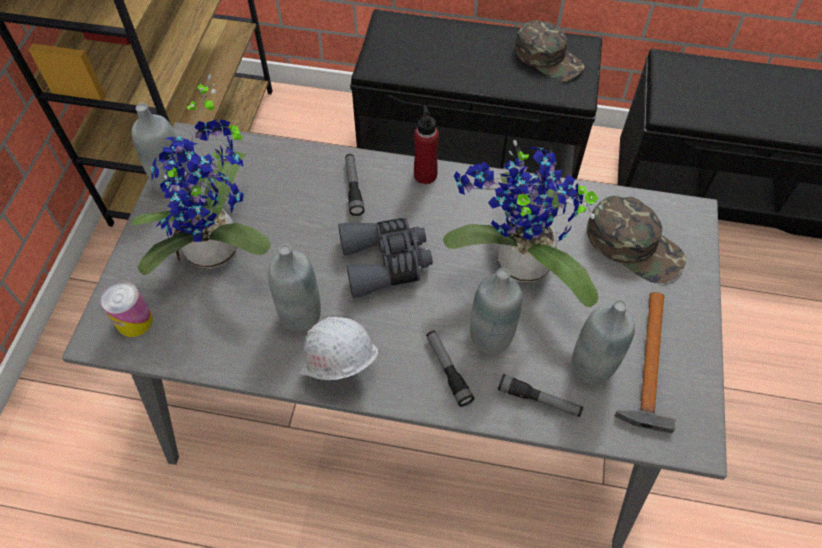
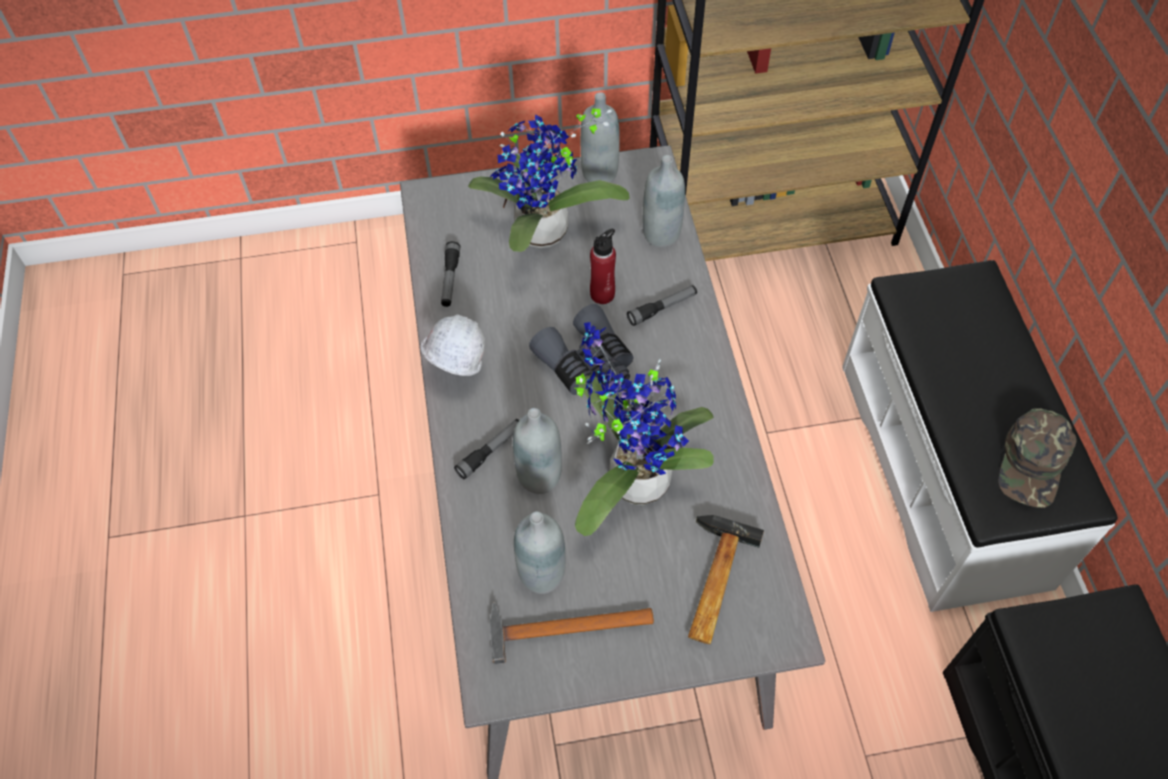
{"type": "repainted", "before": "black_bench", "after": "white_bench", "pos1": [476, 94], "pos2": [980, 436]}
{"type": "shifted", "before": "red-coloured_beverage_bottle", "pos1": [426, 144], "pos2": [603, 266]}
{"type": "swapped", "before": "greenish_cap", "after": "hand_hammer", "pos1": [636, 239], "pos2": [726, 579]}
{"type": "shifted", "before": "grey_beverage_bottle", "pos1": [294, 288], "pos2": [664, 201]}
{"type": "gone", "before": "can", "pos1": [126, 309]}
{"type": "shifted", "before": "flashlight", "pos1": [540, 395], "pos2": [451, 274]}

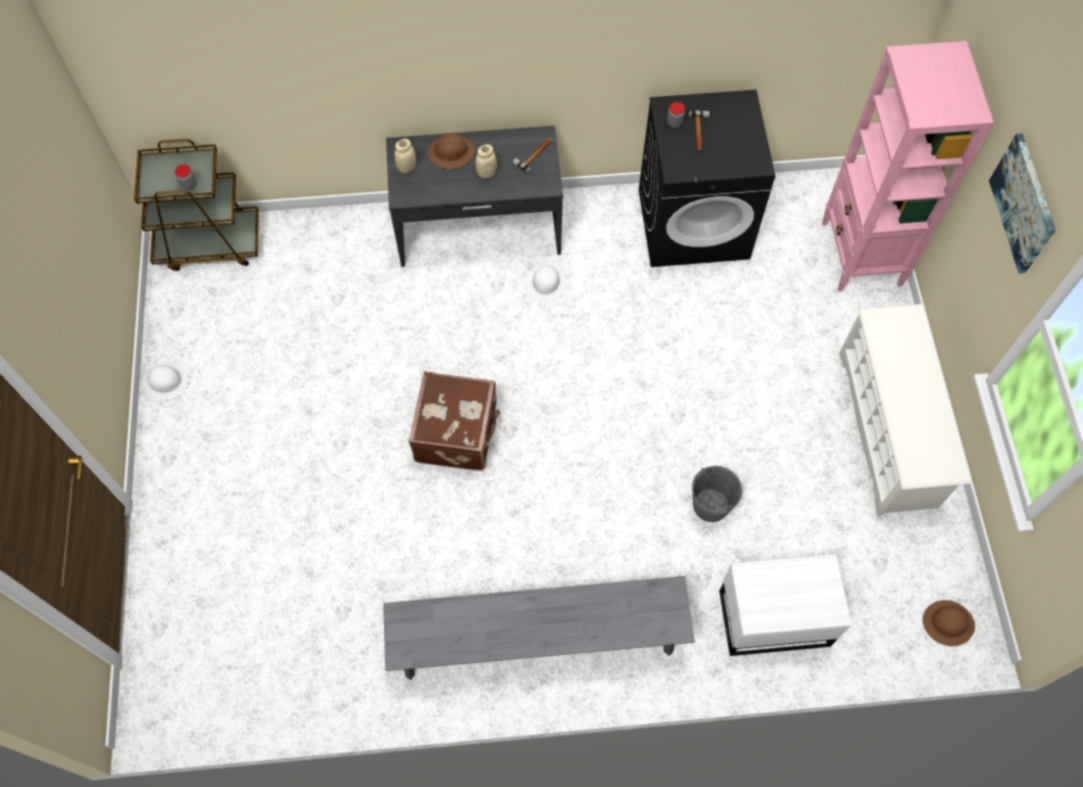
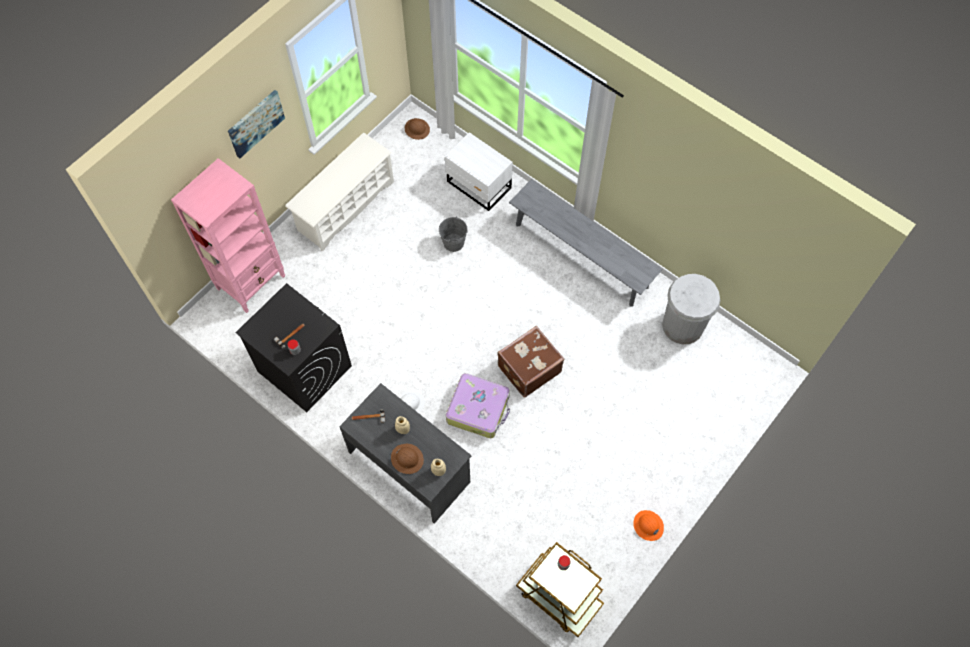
{"type": "repainted", "before": "white_work_helmet", "after": "orangey_work_helmet", "pos1": [165, 381], "pos2": [648, 525]}
{"type": "new", "after": "white_waste_bin", "pos2": [691, 309]}
{"type": "new", "after": "suitcase", "pos2": [478, 405]}

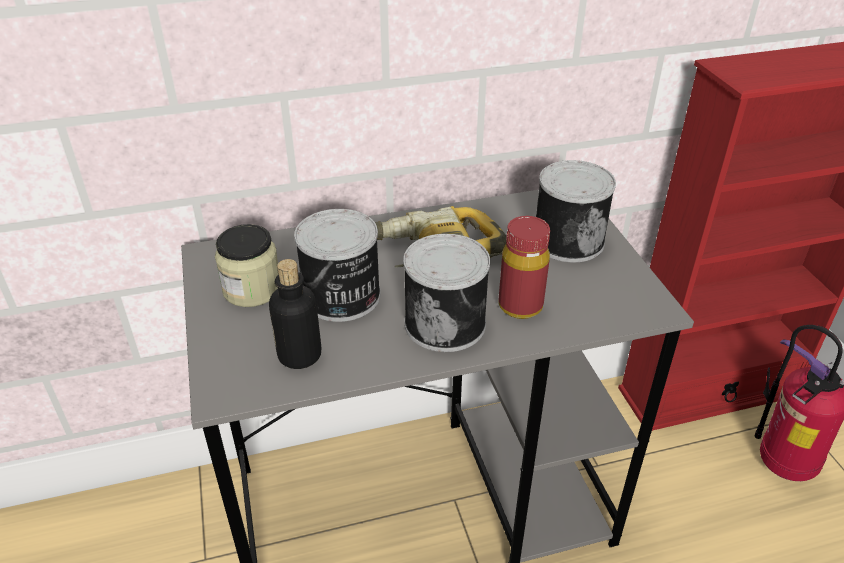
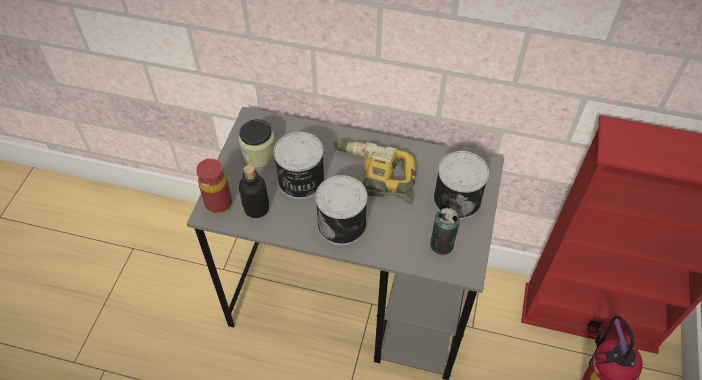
{"type": "shifted", "before": "red-coloured_beverage_bottle", "pos1": [524, 267], "pos2": [214, 186]}
{"type": "new", "after": "can", "pos2": [445, 231]}

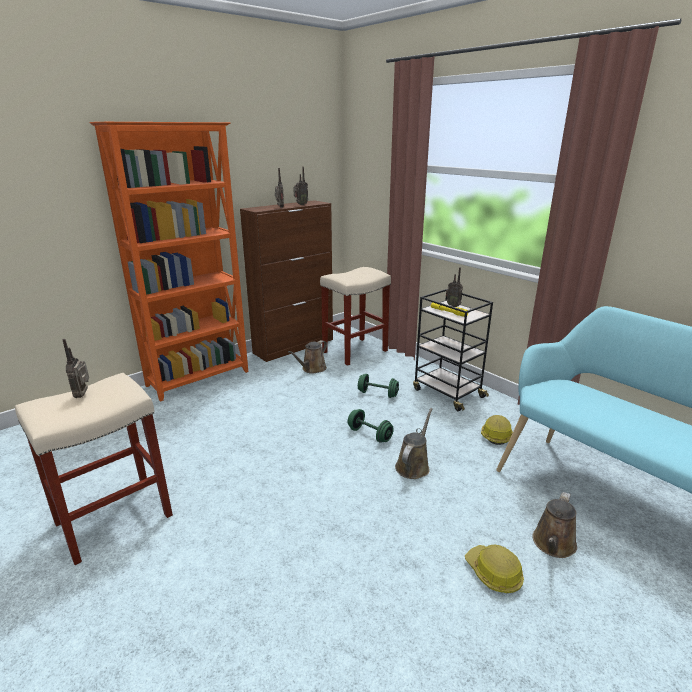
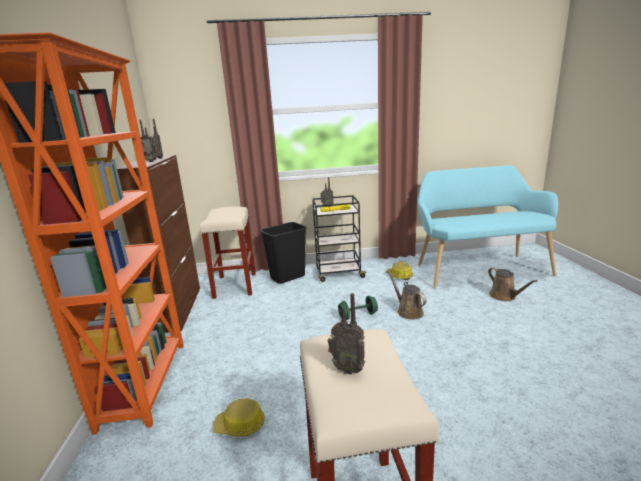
{"type": "gone", "before": "brownish_sprinkling_can", "pos1": [307, 357]}
{"type": "gone", "before": "greenish_free_weight", "pos1": [378, 386]}
{"type": "shifted", "before": "work_helmet", "pos1": [494, 569], "pos2": [239, 417]}
{"type": "new", "after": "black_waste_bin", "pos2": [283, 253]}

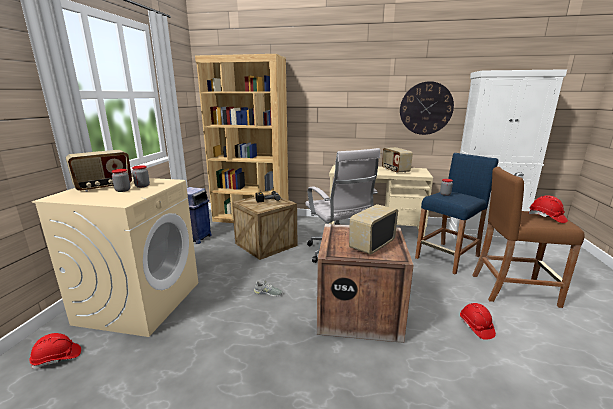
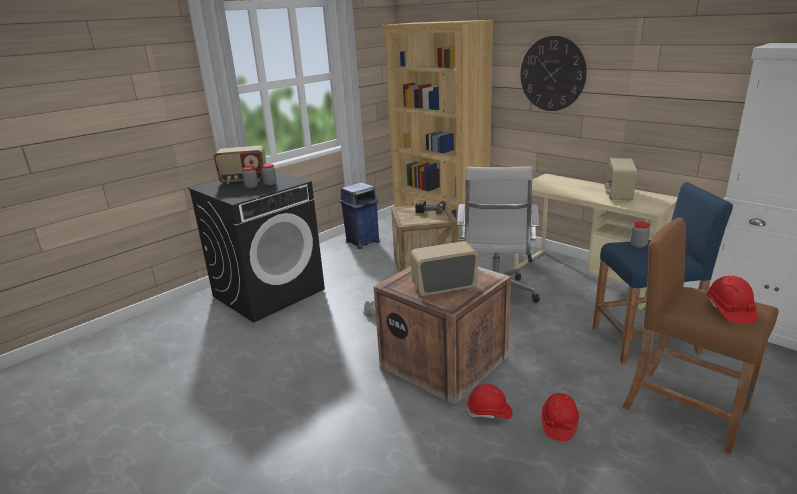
{"type": "shifted", "before": "wall_clock", "pos1": [427, 108], "pos2": [553, 73]}
{"type": "repainted", "before": "sand-coloured_laundry_machine", "after": "black_laundry_machine", "pos1": [115, 257], "pos2": [256, 247]}
{"type": "shifted", "before": "red-coloured_work_helmet", "pos1": [55, 351], "pos2": [489, 401]}

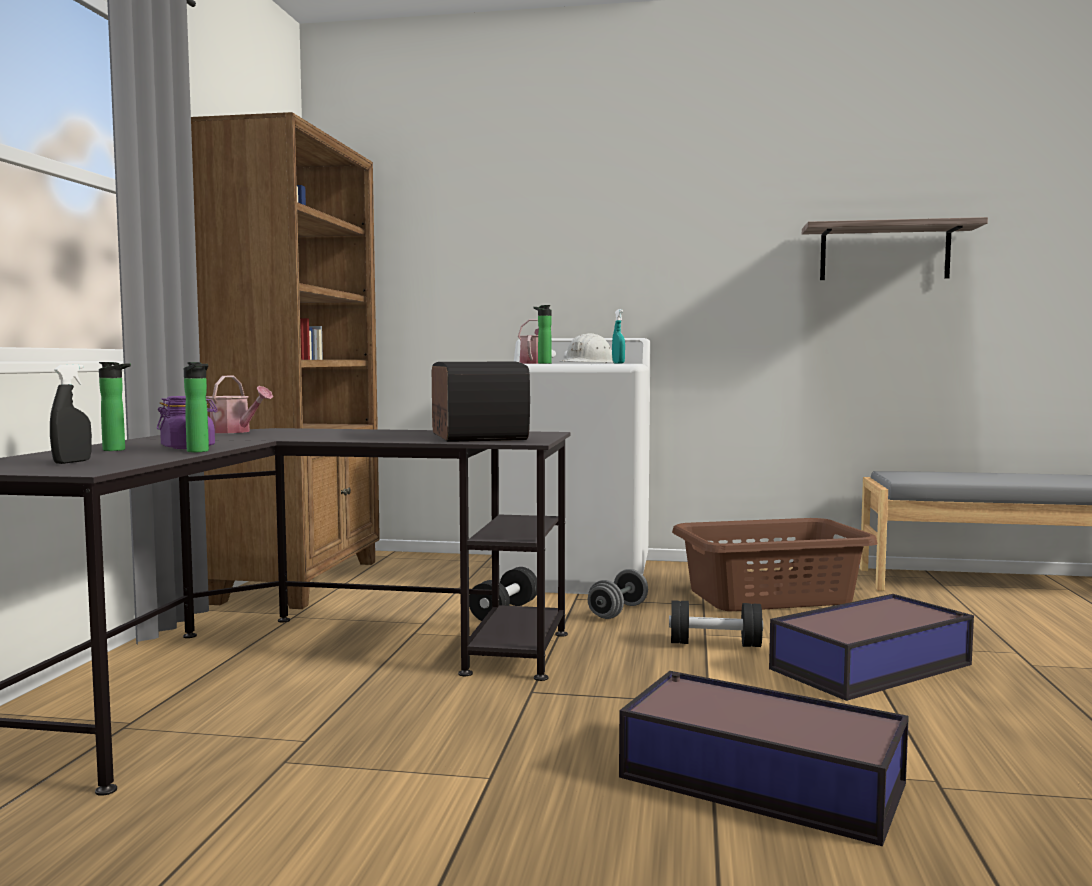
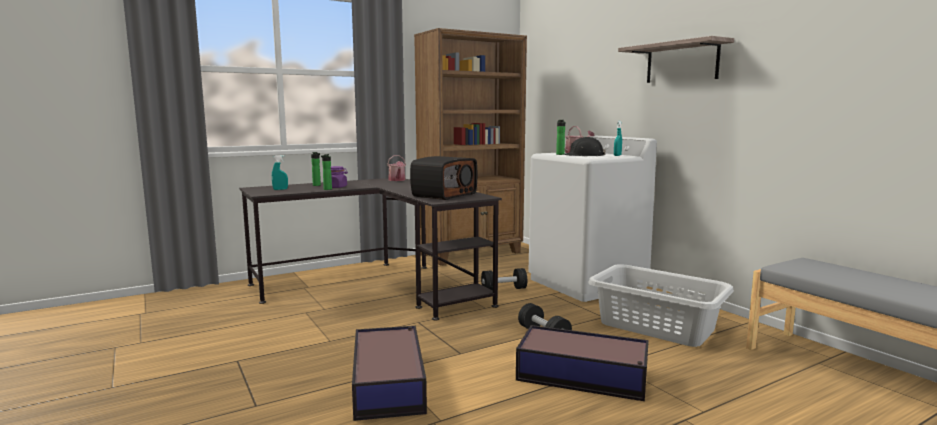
{"type": "shifted", "before": "bracket_shelf", "pos1": [895, 248], "pos2": [676, 59]}
{"type": "repainted", "before": "white_work_helmet", "after": "black_work_helmet", "pos1": [587, 348], "pos2": [585, 146]}
{"type": "repainted", "before": "black_hand_sprayer", "after": "blue-green_hand_sprayer", "pos1": [71, 414], "pos2": [280, 172]}
{"type": "repainted", "before": "brownish_washing_basket", "after": "grey_washing_basket", "pos1": [774, 564], "pos2": [661, 305]}
{"type": "gone", "before": "grey_free_weight", "pos1": [618, 594]}

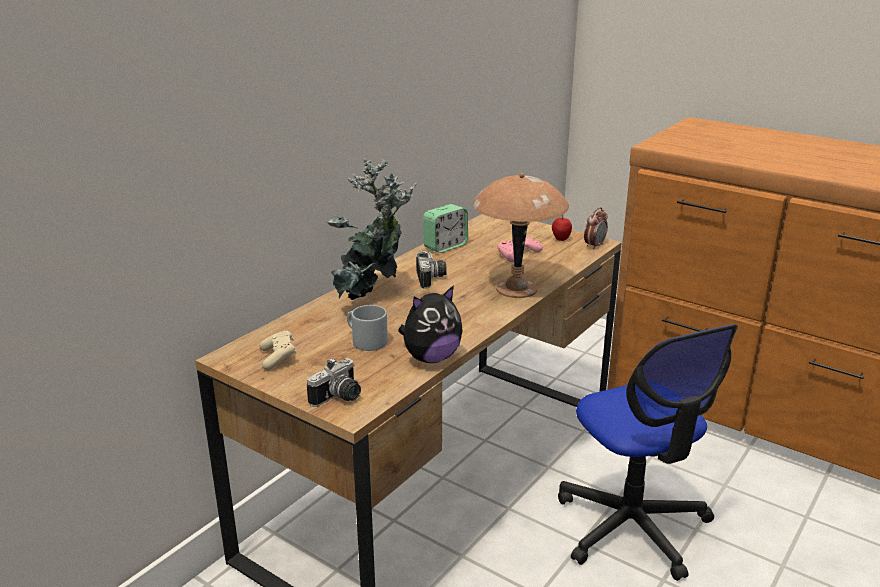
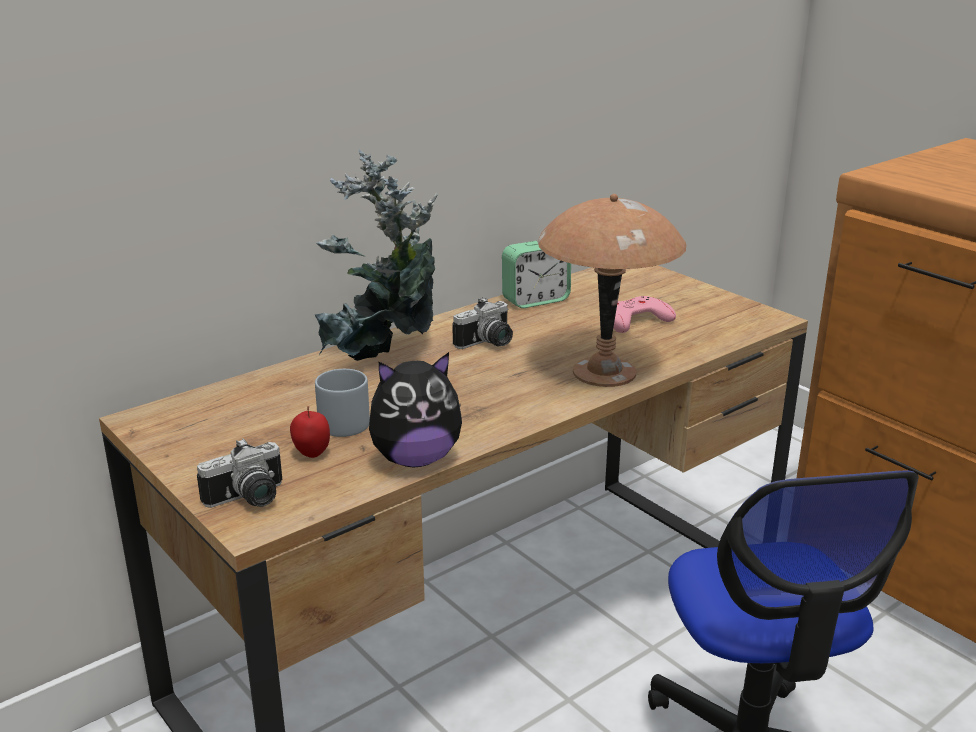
{"type": "gone", "before": "alarm_clock", "pos1": [596, 229]}
{"type": "shifted", "before": "whole_apple", "pos1": [562, 228], "pos2": [310, 432]}
{"type": "rotated", "before": "still_camera", "pos1": [431, 270], "pos2": [482, 323], "turn": 45}
{"type": "gone", "before": "sand-coloured_game_controller", "pos1": [278, 350]}

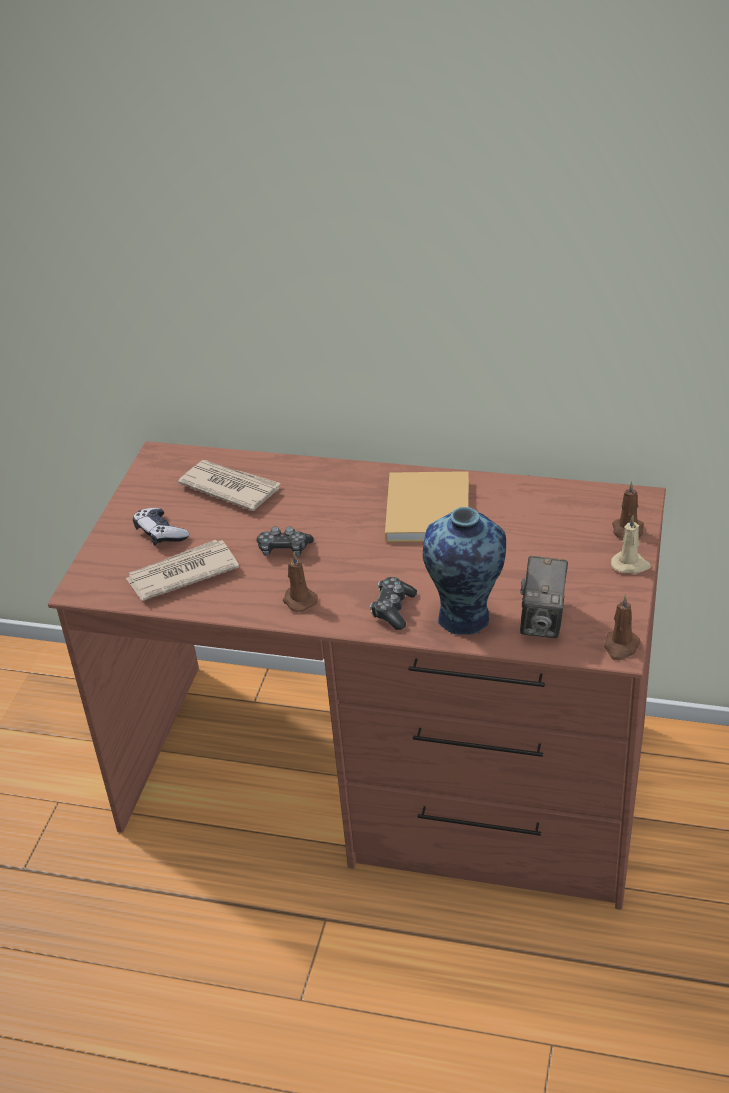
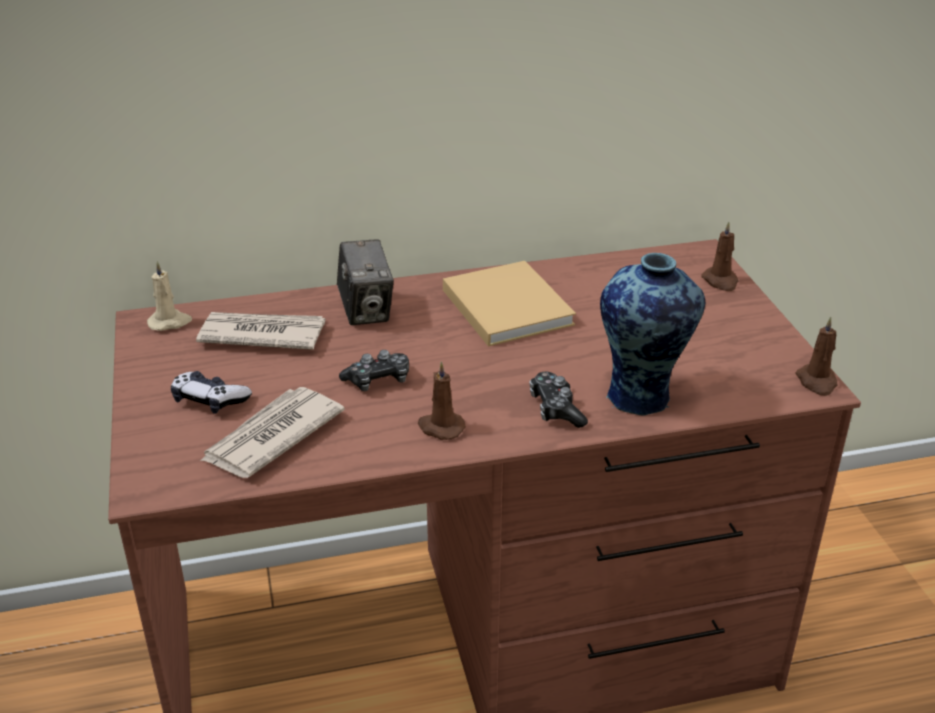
{"type": "shifted", "before": "sand-coloured_candle", "pos1": [631, 544], "pos2": [169, 296]}
{"type": "shifted", "before": "still_camera", "pos1": [544, 597], "pos2": [365, 282]}

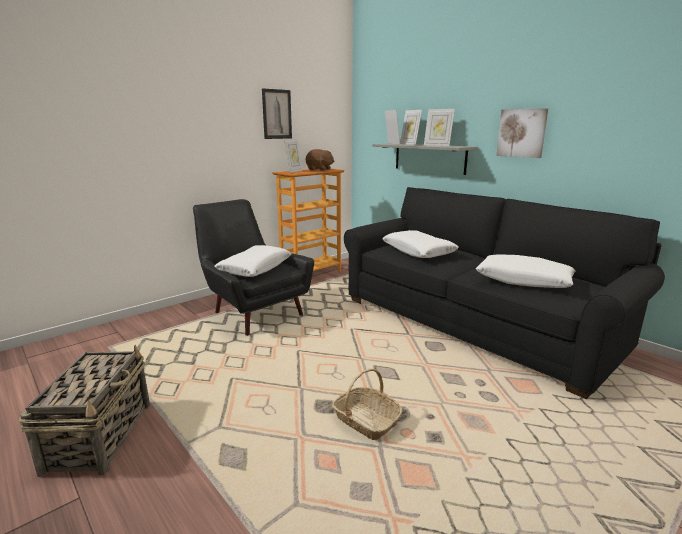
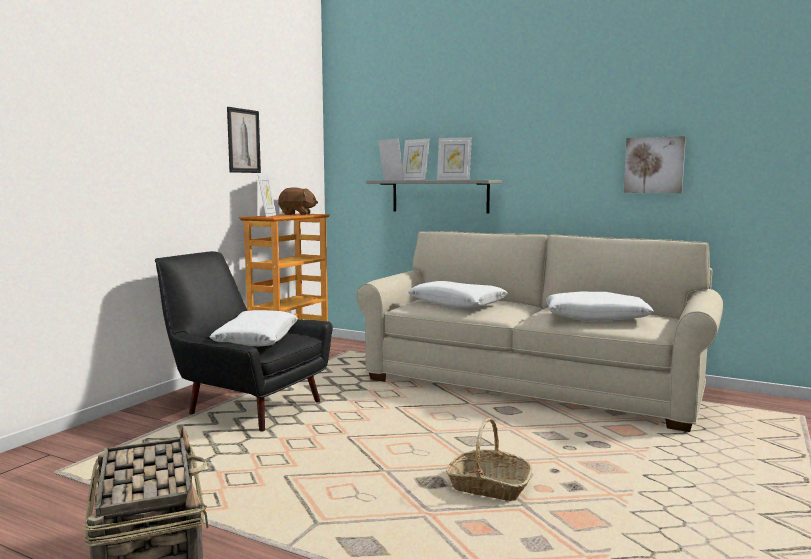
{"type": "shifted", "before": "wall_art", "pos1": [522, 133], "pos2": [655, 164]}
{"type": "repainted", "before": "black_settee", "after": "sand-coloured_settee", "pos1": [504, 293], "pos2": [539, 331]}

